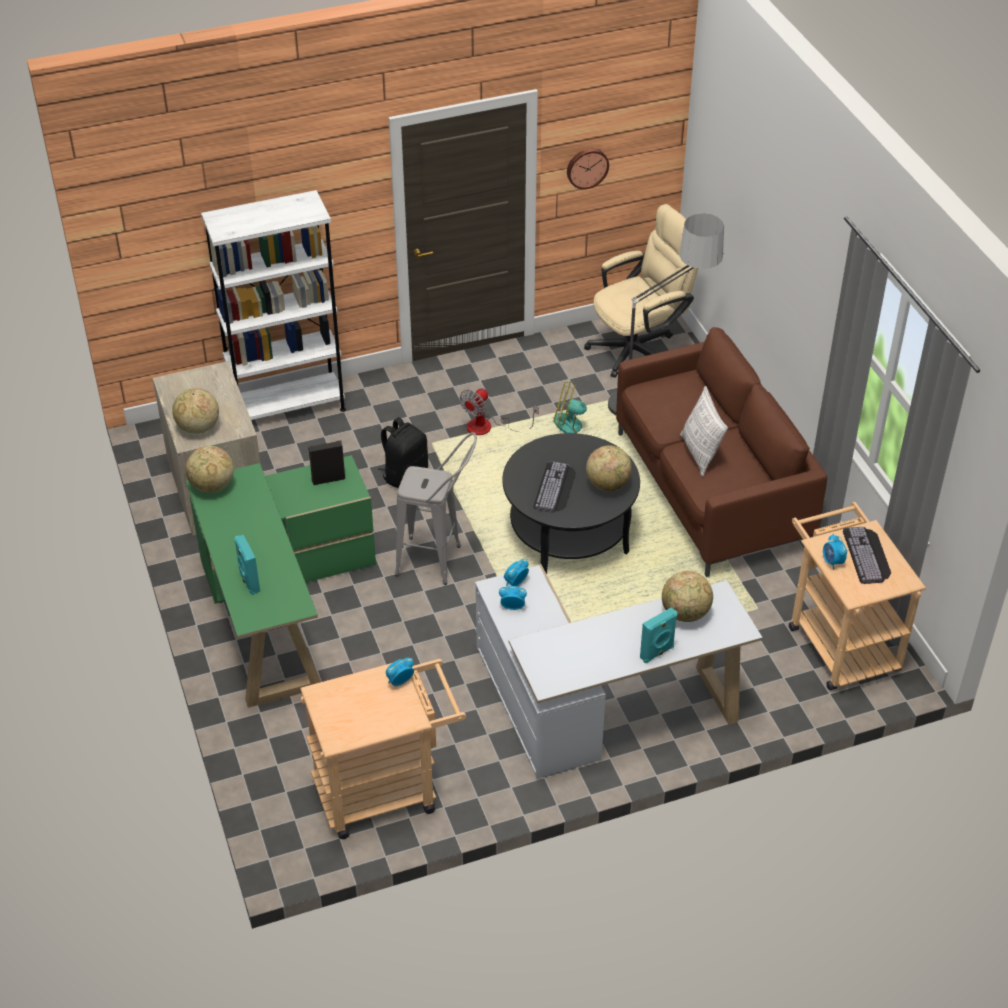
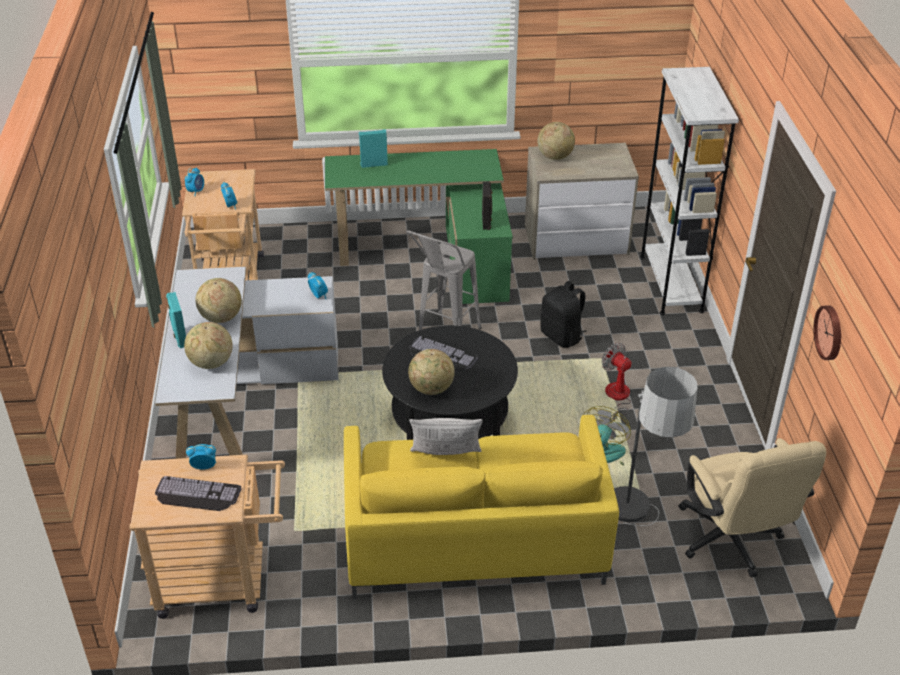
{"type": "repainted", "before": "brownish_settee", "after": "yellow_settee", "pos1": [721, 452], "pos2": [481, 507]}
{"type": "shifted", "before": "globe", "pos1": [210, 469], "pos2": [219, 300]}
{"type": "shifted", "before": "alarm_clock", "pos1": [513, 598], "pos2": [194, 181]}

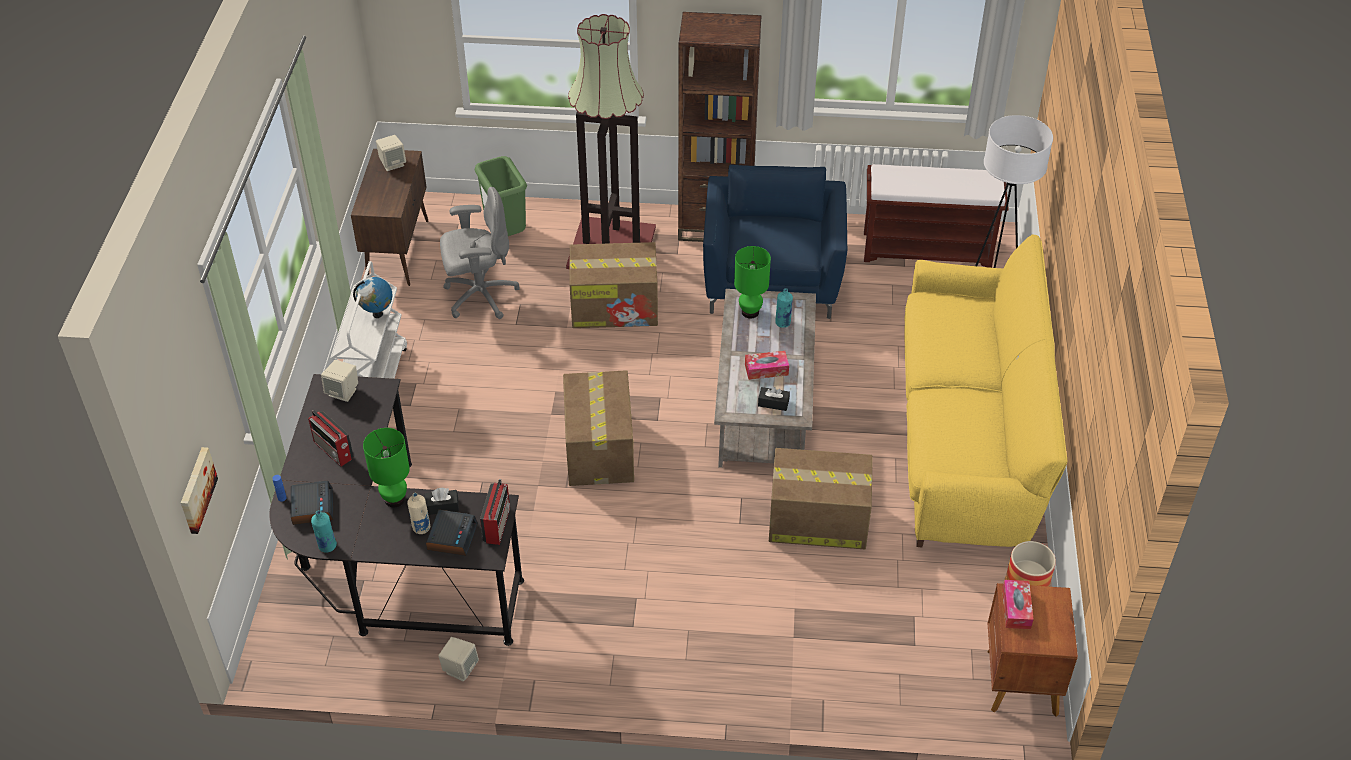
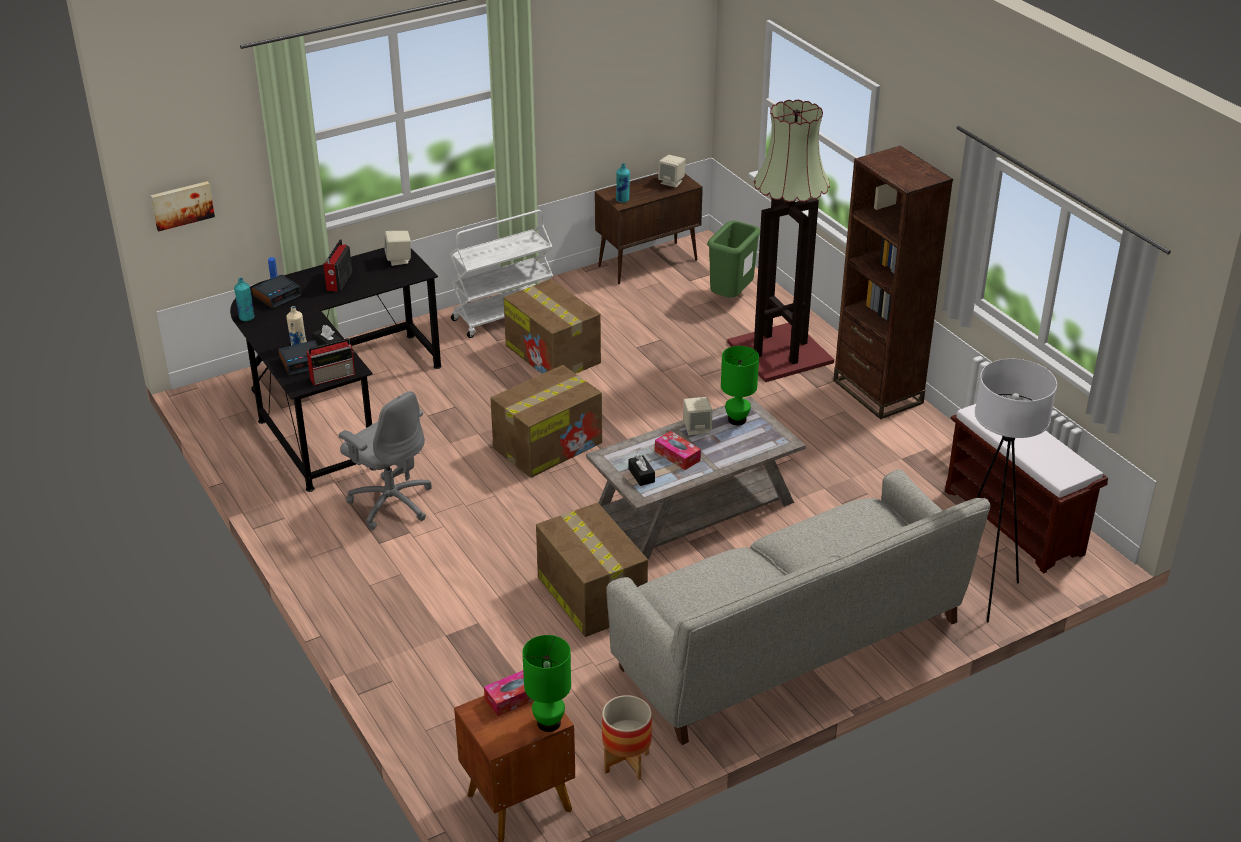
{"type": "gone", "before": "blue-coloured_easy_chair", "pos1": [775, 242]}
{"type": "shifted", "before": "grey_office_chair", "pos1": [480, 253], "pos2": [385, 460]}
{"type": "repainted", "before": "yellow_settee", "after": "grey_settee", "pos1": [985, 390], "pos2": [798, 607]}
{"type": "shifted", "before": "carton", "pos1": [613, 285], "pos2": [552, 326]}
{"type": "gone", "before": "globe", "pos1": [373, 297]}
{"type": "shifted", "before": "blue-green_beverage_bottle", "pos1": [784, 308], "pos2": [623, 183]}
{"type": "shifted", "before": "greenish_table_lamp", "pos1": [386, 468], "pos2": [546, 683]}
{"type": "shifted", "before": "sand-coloured_speaker", "pos1": [458, 659], "pos2": [697, 416]}

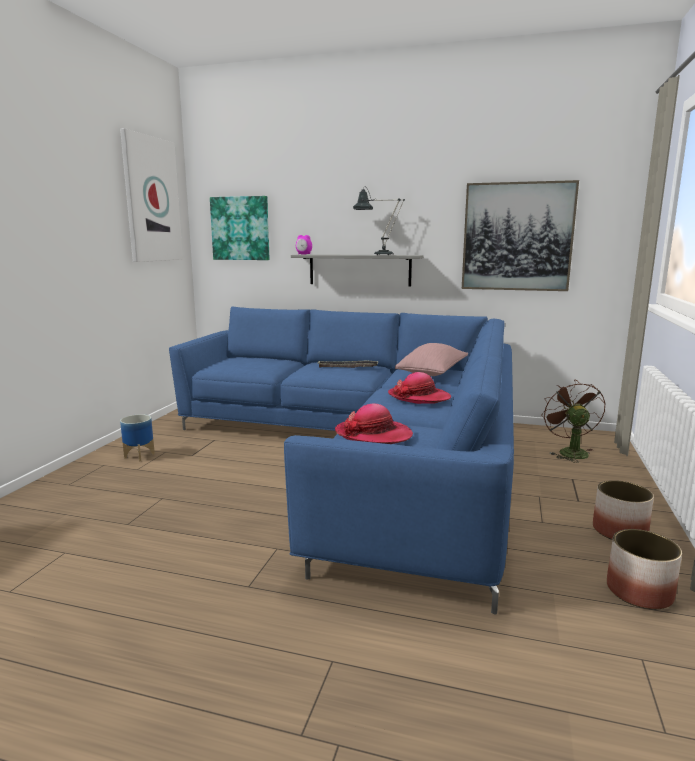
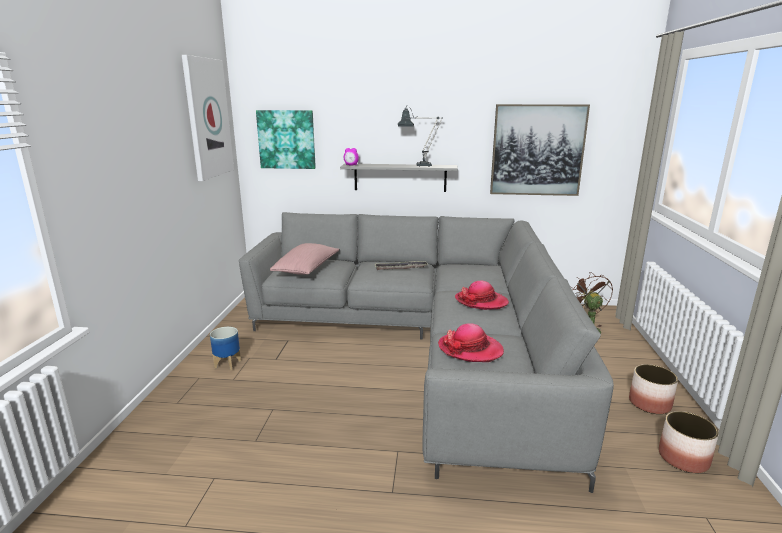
{"type": "repainted", "before": "blue-coloured_settee", "after": "grey_settee", "pos1": [341, 461], "pos2": [426, 352]}
{"type": "shifted", "before": "pink-coloured_cushion", "pos1": [431, 359], "pos2": [304, 259]}

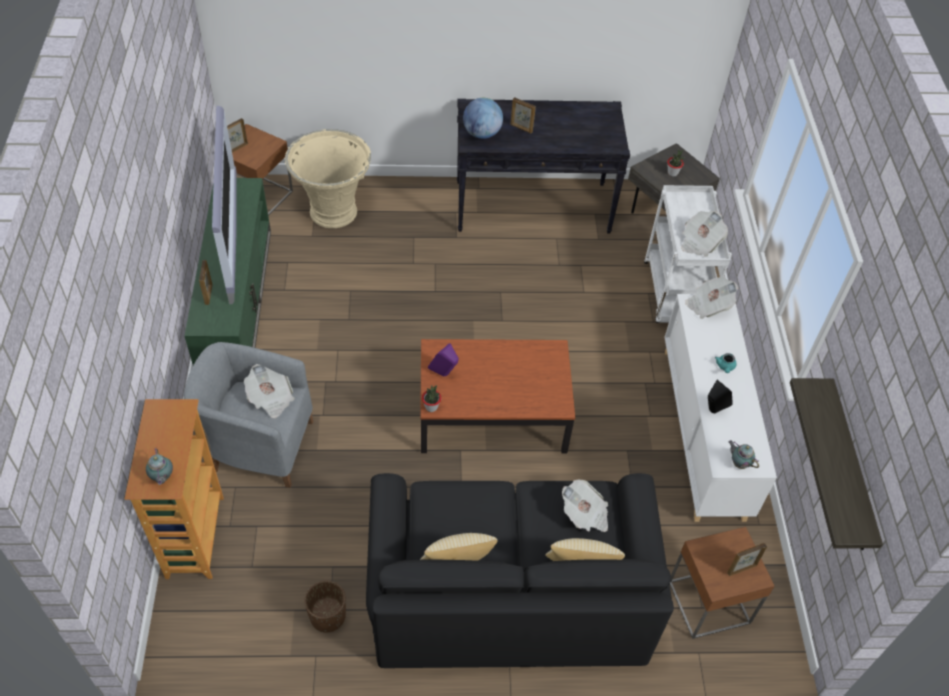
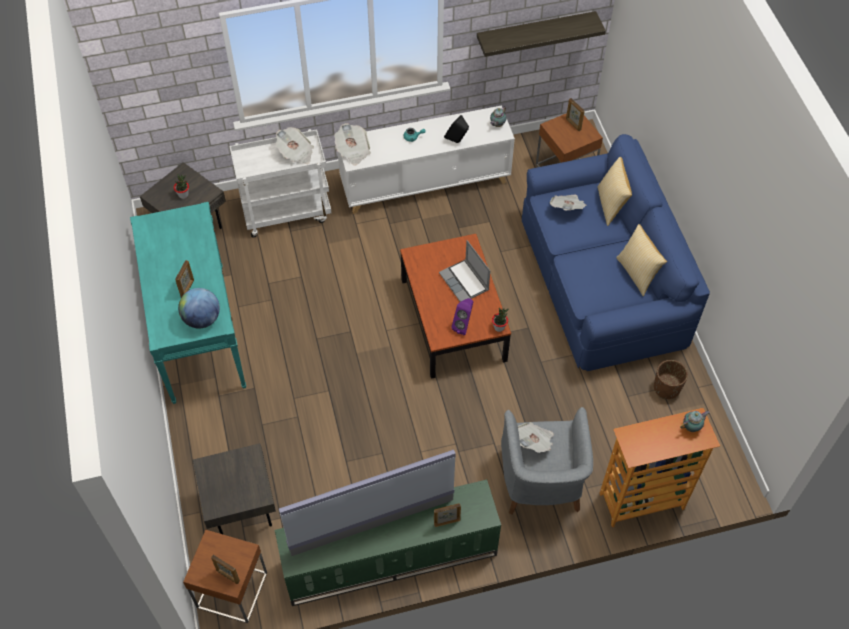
{"type": "repainted", "before": "black_narrow_table", "after": "blue-green_narrow_table", "pos1": [543, 166], "pos2": [188, 303]}
{"type": "swapped", "before": "sand-coloured_plant_pot", "after": "grey_side_table", "pos1": [328, 178], "pos2": [234, 489]}
{"type": "repainted", "before": "black_settee", "after": "blue-coloured_settee", "pos1": [520, 570], "pos2": [616, 252]}
{"type": "new", "after": "portable_computer", "pos2": [464, 271]}

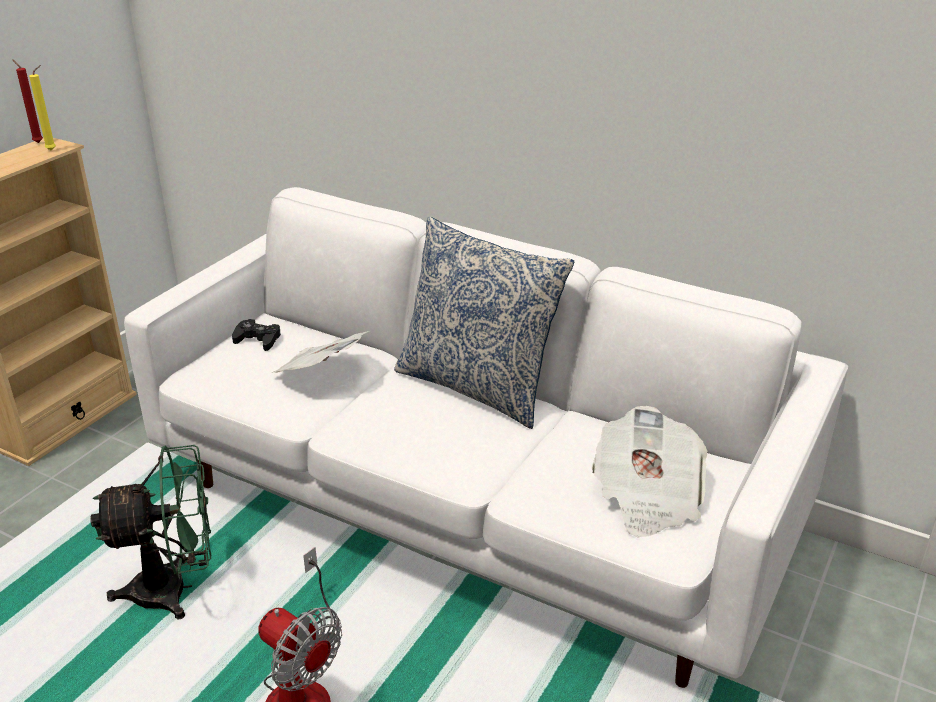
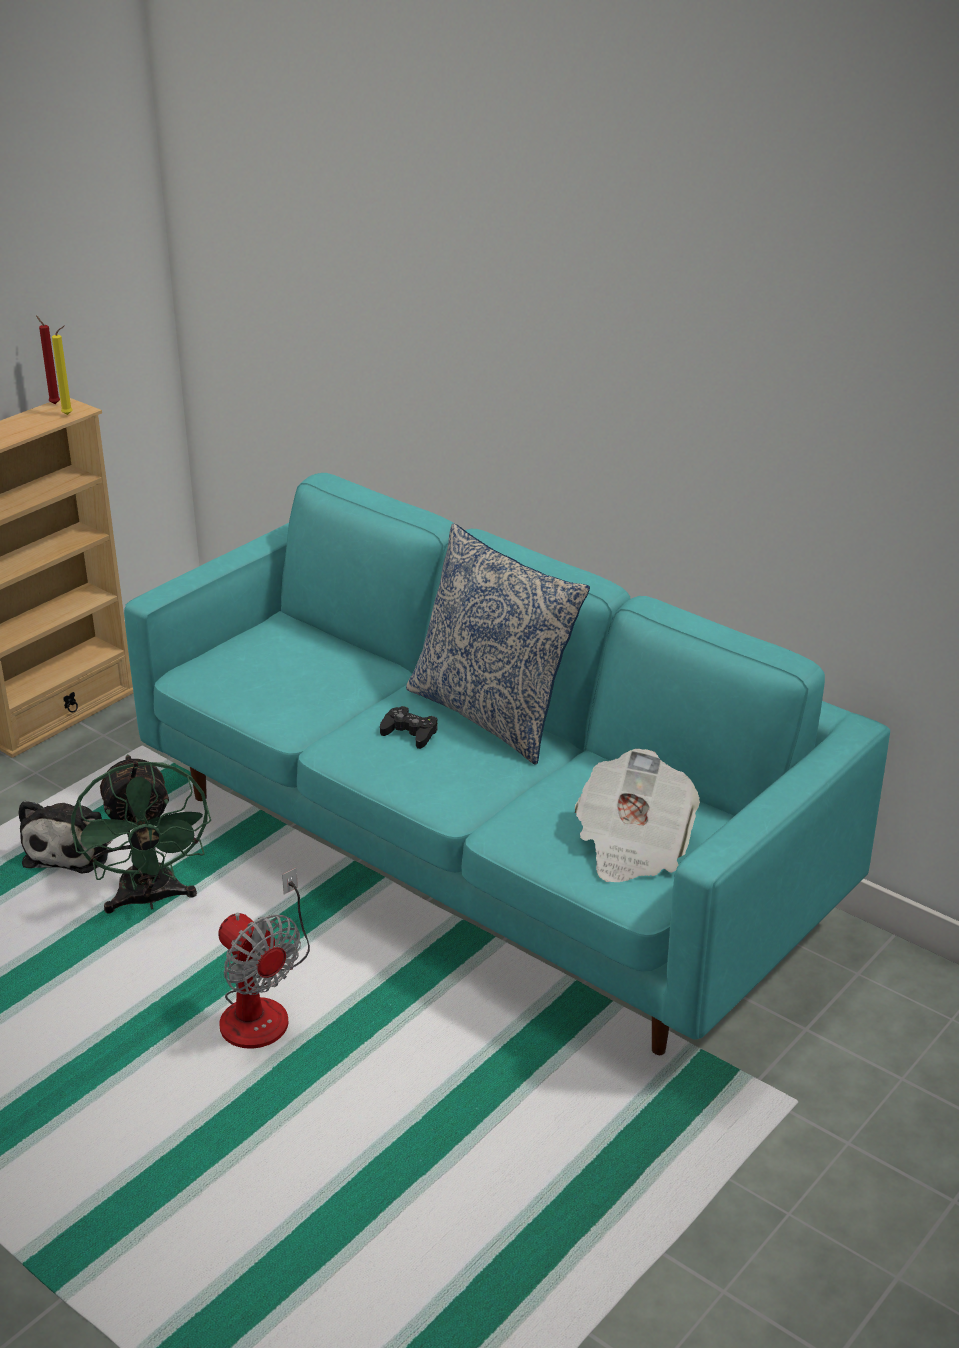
{"type": "repainted", "before": "white_settee", "after": "blue-green_settee", "pos1": [486, 437], "pos2": [507, 764]}
{"type": "shifted", "before": "black_game_controller", "pos1": [256, 335], "pos2": [409, 727]}
{"type": "gone", "before": "daily_paper", "pos1": [320, 352]}
{"type": "rotated", "before": "greenish_cooling_fan", "pos1": [150, 532], "pos2": [141, 834], "turn": 75}
{"type": "new", "after": "plush_toy", "pos2": [65, 837]}

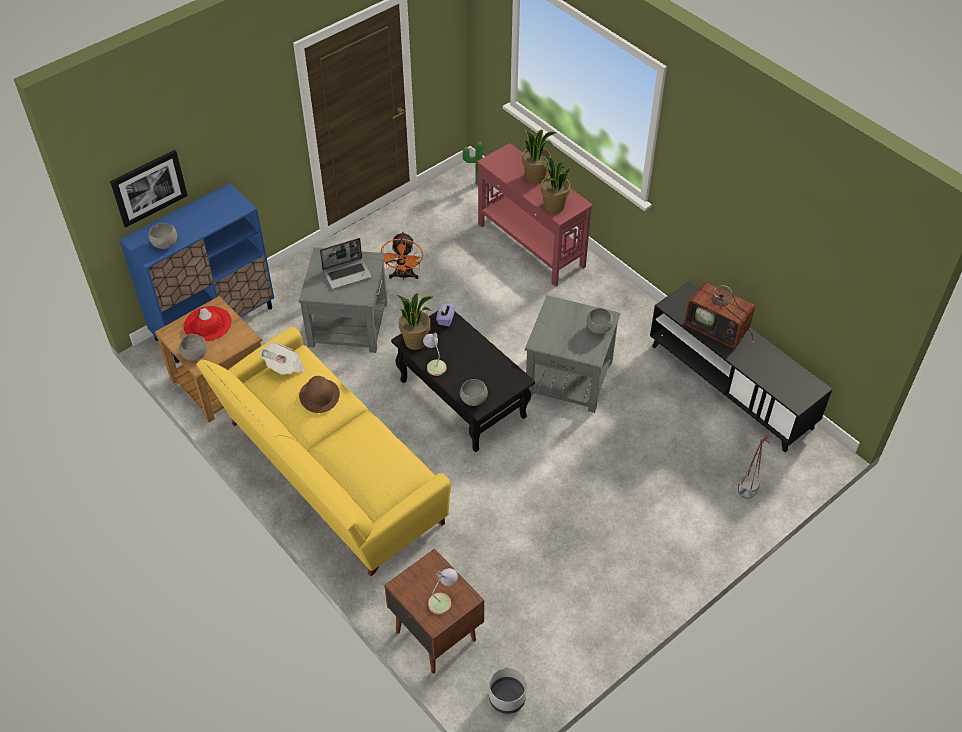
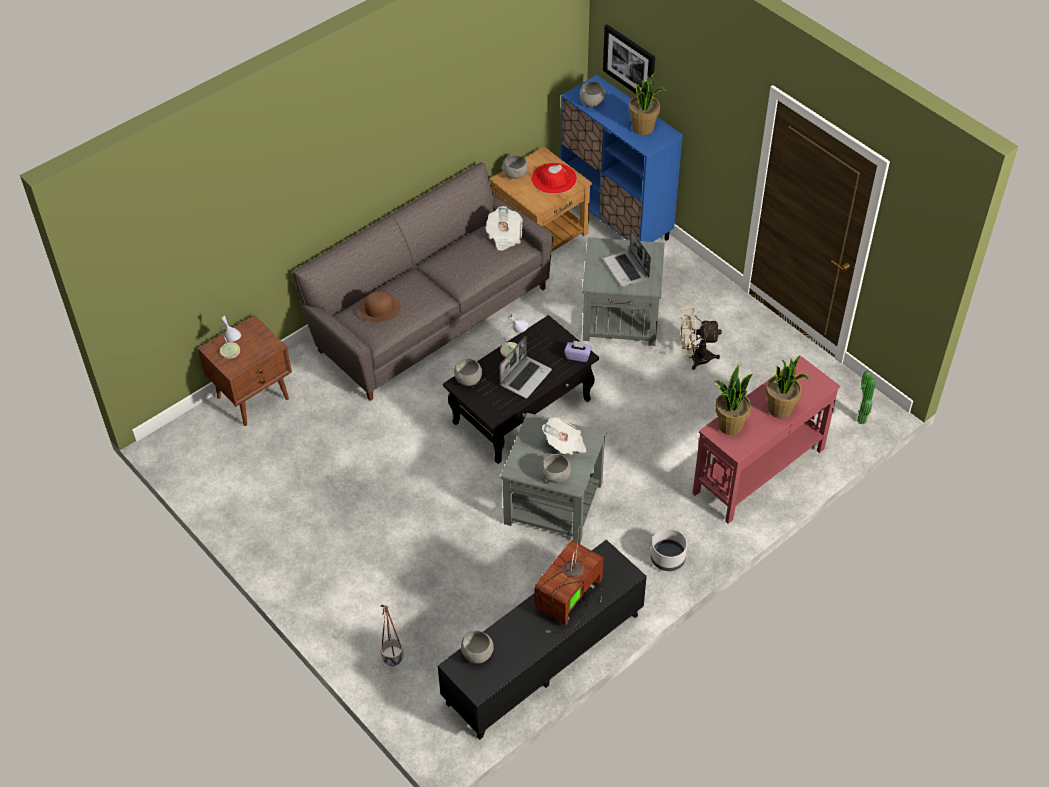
{"type": "repainted", "before": "orangey_cooling_fan", "after": "sand-coloured_cooling_fan", "pos1": [402, 256], "pos2": [701, 339]}
{"type": "shifted", "before": "houseplant", "pos1": [415, 321], "pos2": [647, 104]}
{"type": "repainted", "before": "yellow_settee", "after": "grey_settee", "pos1": [323, 451], "pos2": [422, 281]}
{"type": "shifted", "before": "brownish_wearable_hat", "pos1": [319, 394], "pos2": [379, 306]}
{"type": "shifted", "before": "grey_plant_pot", "pos1": [508, 690], "pos2": [669, 549]}
{"type": "new", "after": "portable_computer", "pos2": [526, 367]}
{"type": "new", "after": "daily_paper", "pos2": [564, 436]}
{"type": "new", "after": "grey_deep_dish", "pos2": [477, 647]}

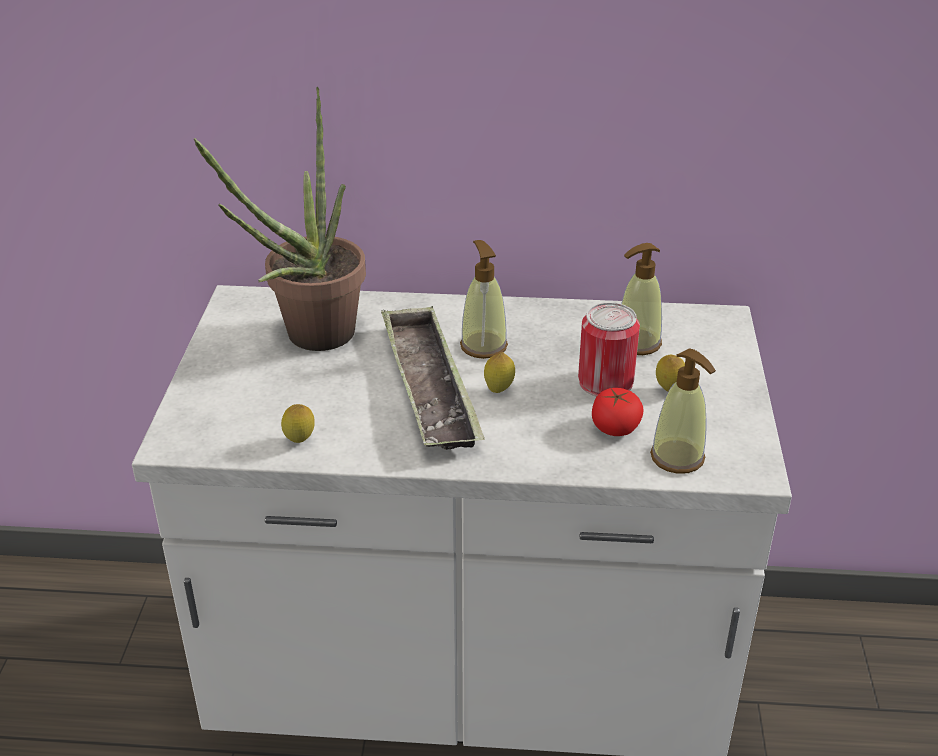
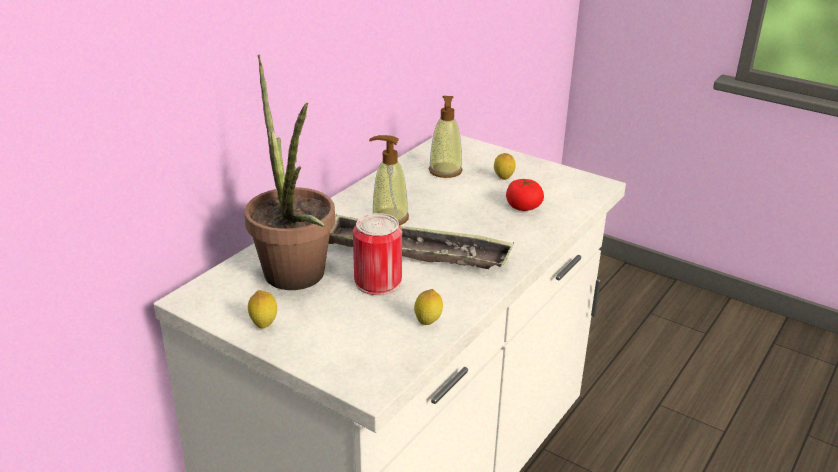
{"type": "shifted", "before": "can", "pos1": [609, 349], "pos2": [377, 254]}
{"type": "gone", "before": "soap_bottle", "pos1": [683, 411]}
{"type": "shifted", "before": "lemon", "pos1": [499, 372], "pos2": [262, 309]}

